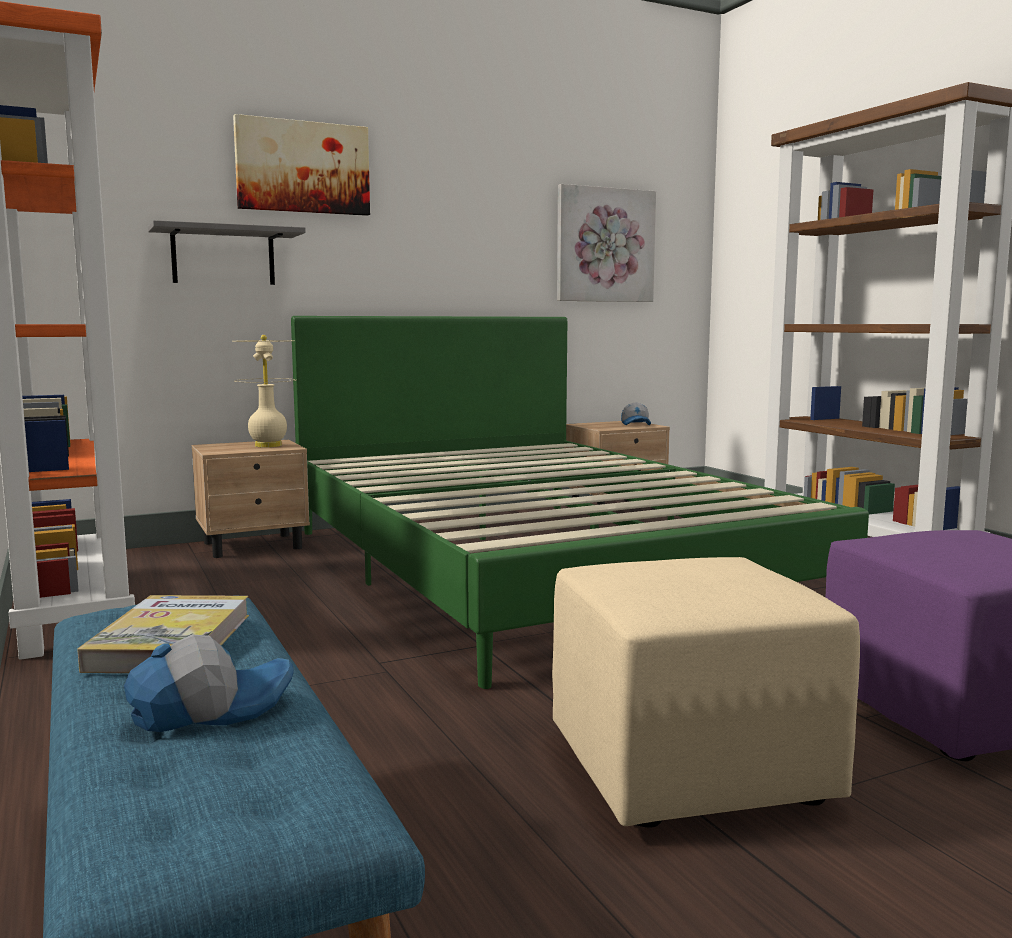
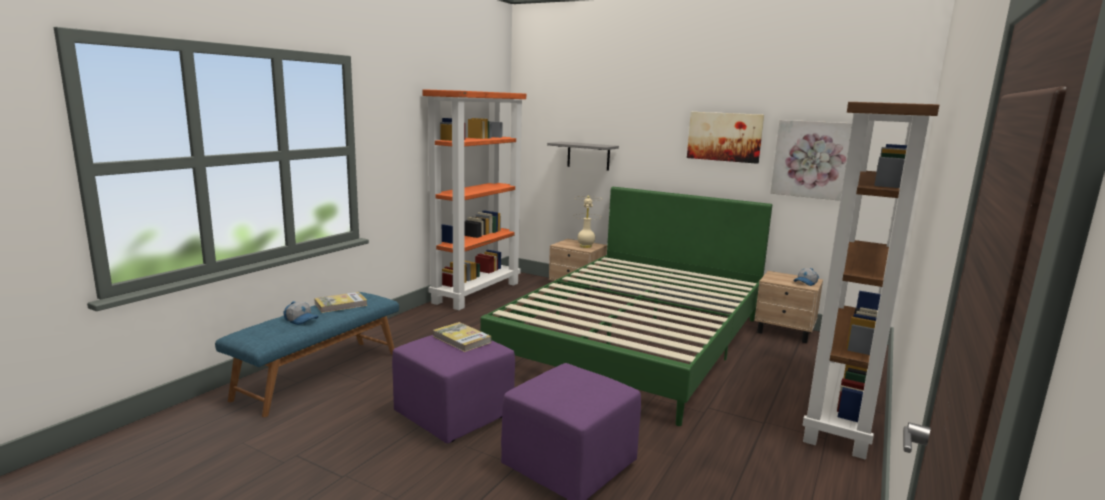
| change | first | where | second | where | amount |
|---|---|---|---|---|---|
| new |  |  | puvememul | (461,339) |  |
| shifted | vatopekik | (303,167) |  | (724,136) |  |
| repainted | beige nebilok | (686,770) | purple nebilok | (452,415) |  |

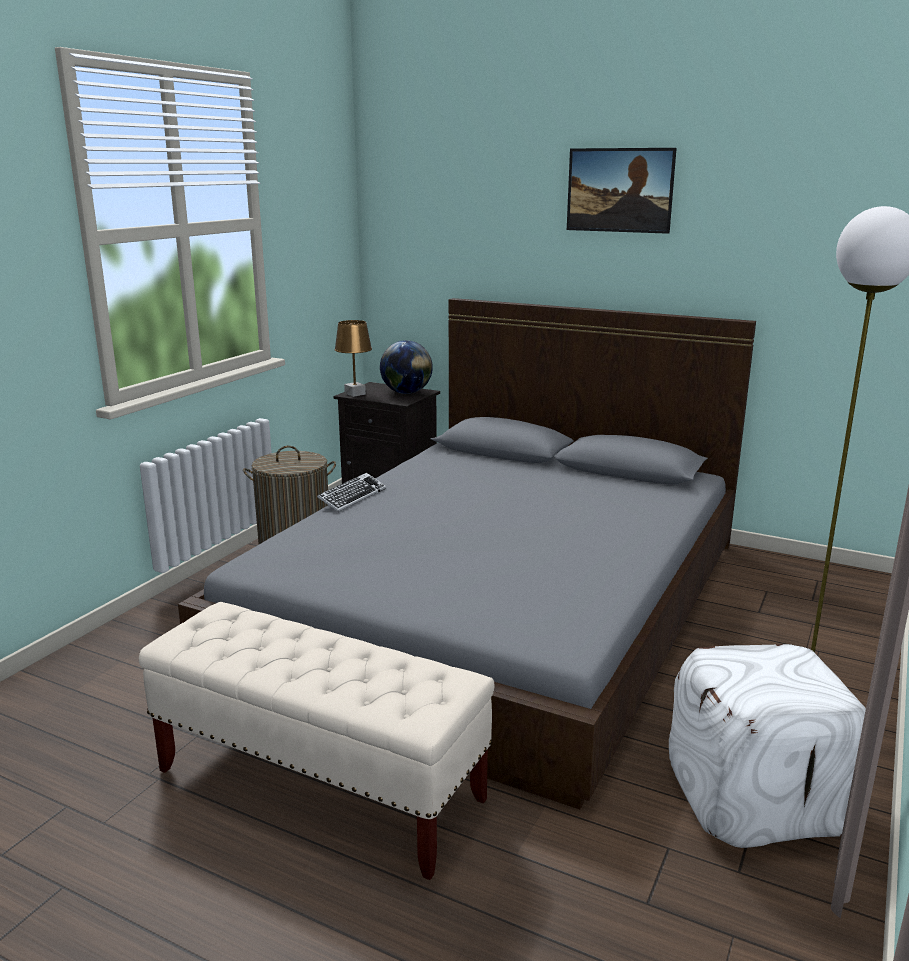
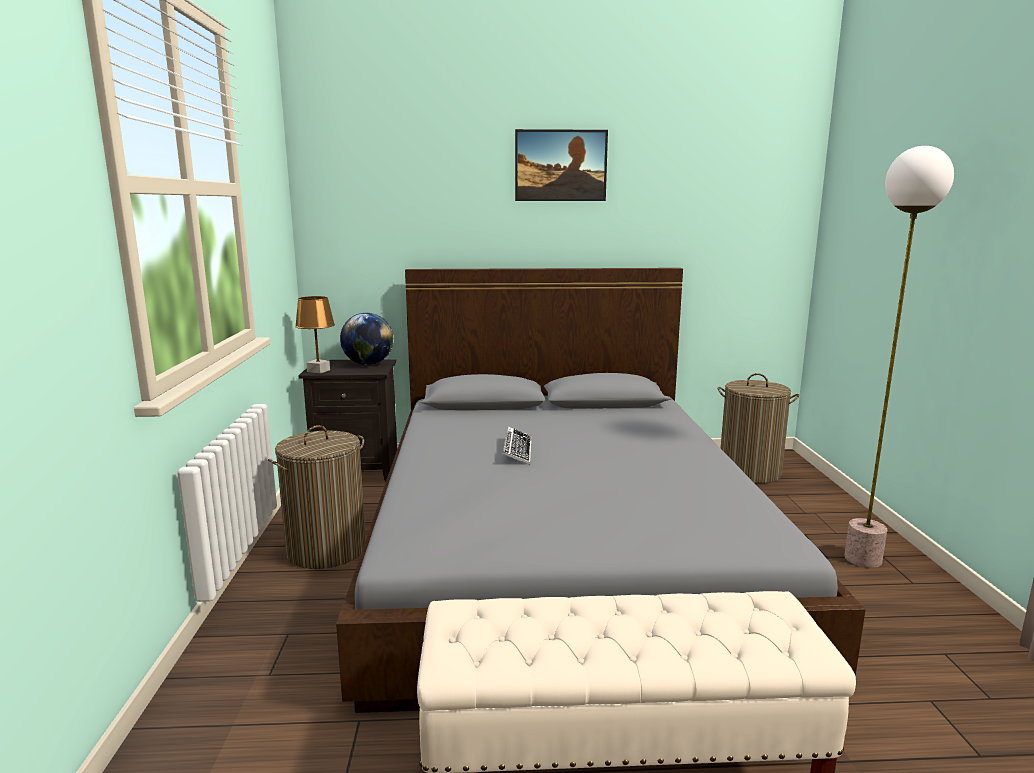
| change | first | where | second | where | amount |
|---|---|---|---|---|---|
| gone | white nebilok | (755,800) |  |  |  |
| new |  |  | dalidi | (750,472) |  |
| shifted | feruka | (352,497) |  | (517,450) |  |

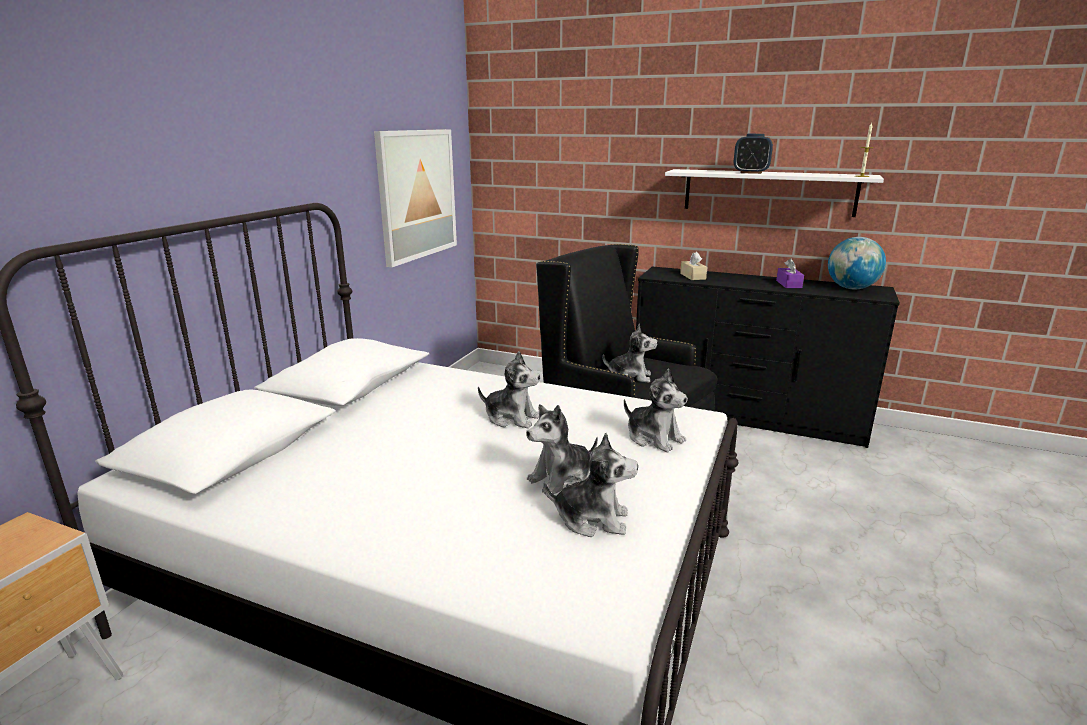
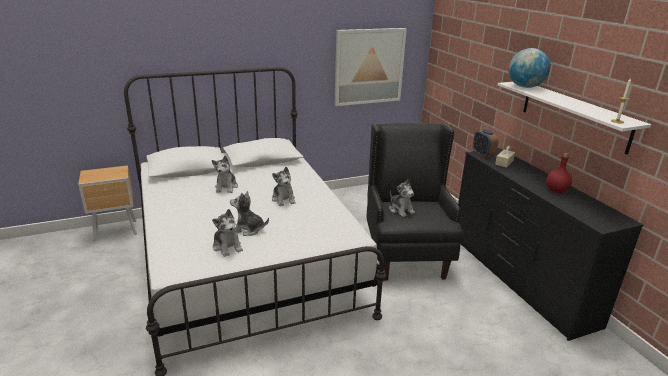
| change | first | where | second | where | amount |
|---|---|---|---|---|---|
| shifted | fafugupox | (654,438) |  | (226,187) |  |
| shifted | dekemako | (751,172) |  | (483,154) |  |
| shifted | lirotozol | (851,288) |  | (525,87) |  |
| swapped | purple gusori | (788,284) | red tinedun | (556,191) |  |

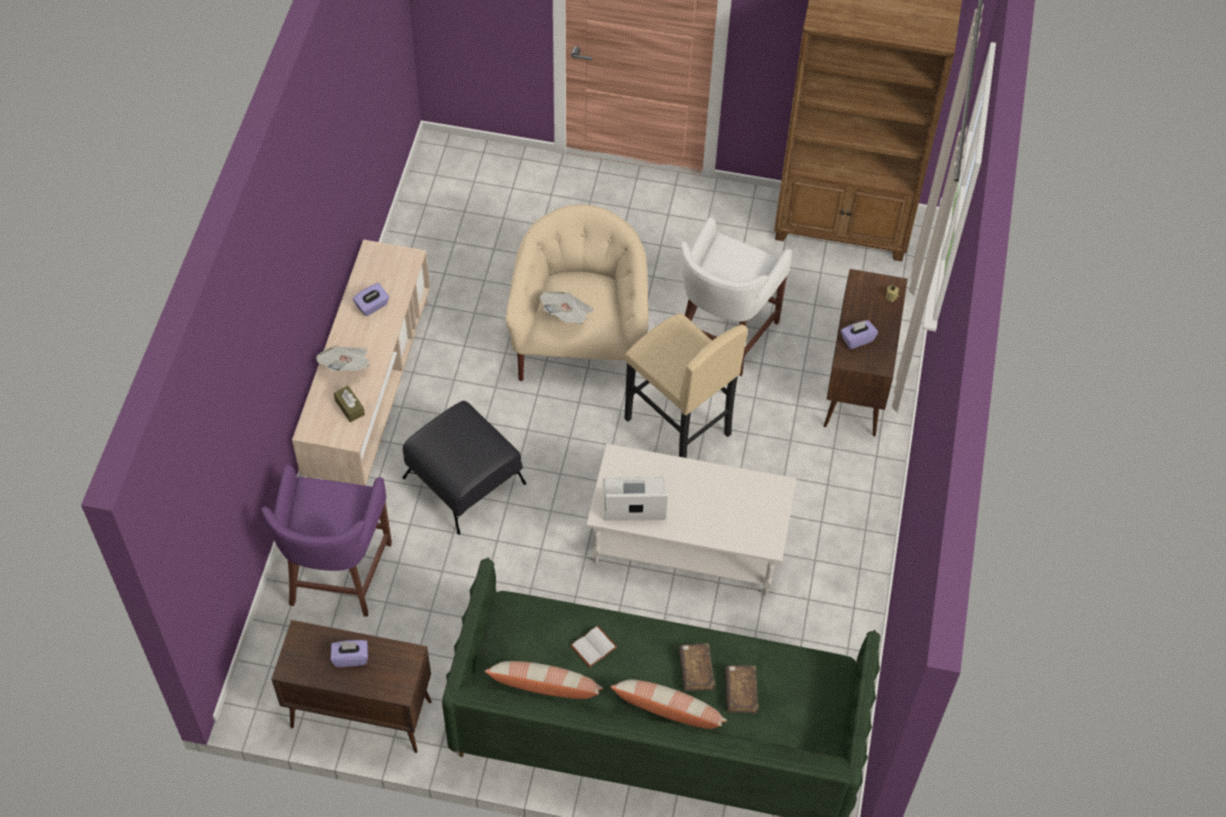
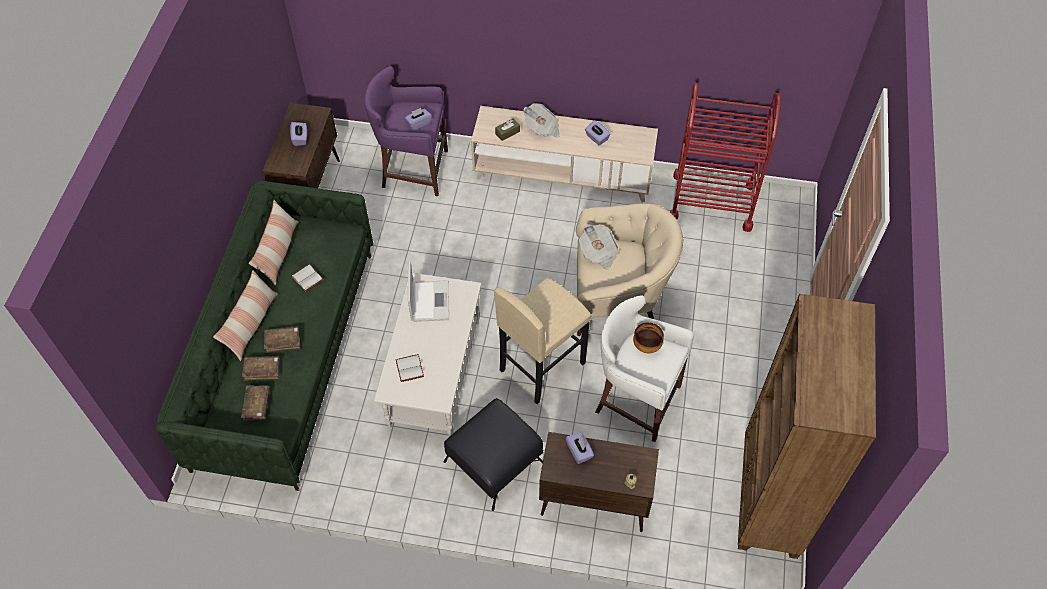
| change | first | where | second | where | amount |
|---|---|---|---|---|---|
| new |  |  | brown puvememul | (257,405) |  |
| new |  |  | white puvememul | (408,368) |  |
| new |  |  | purple gusori | (418,123) |  |
| new |  |  | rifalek | (646,345) |  |
| new |  |  | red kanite | (712,202) |  |
| shifted | black nebilok | (464,479) |  | (495,462) |  |

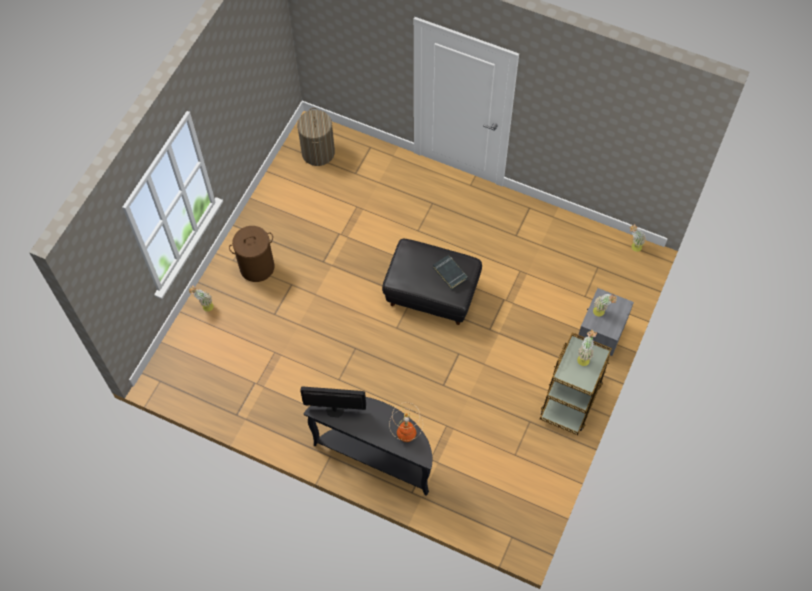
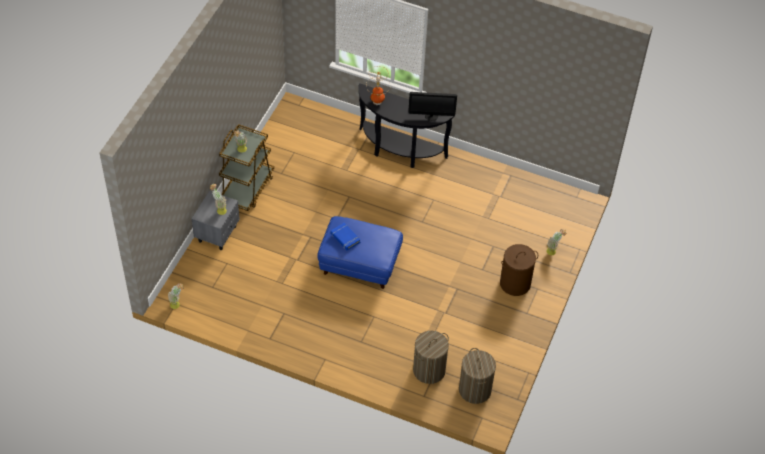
| change | first | where | second | where | amount |
|---|---|---|---|---|---|
| new |  |  | dalidi | (429,370) |  |
| repainted | black nebilok | (432,292) | blue nebilok | (359,264) |  |
| repainted | black puvememul | (450,273) | blue puvememul | (345,238) |  |

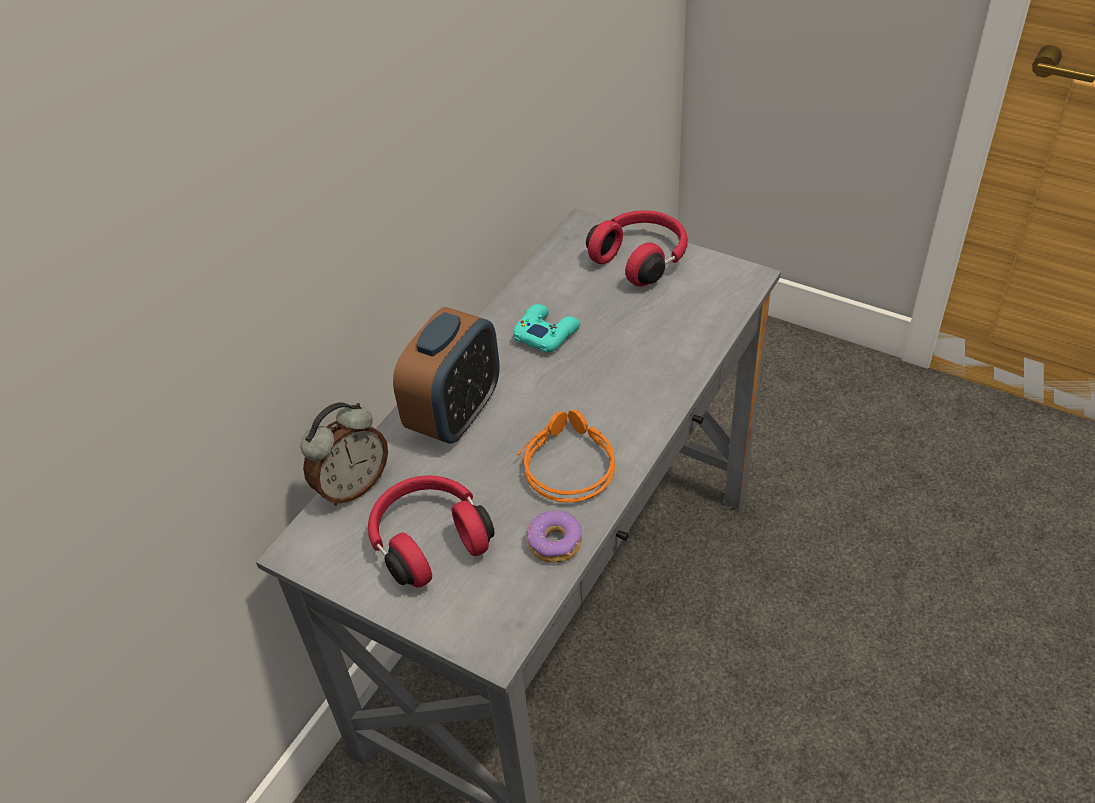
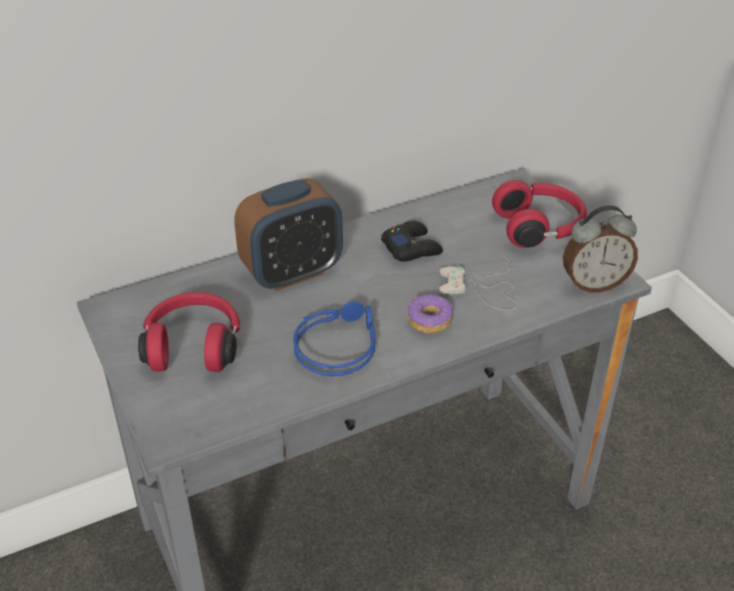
| change | first | where | second | where | amount |
|---|---|---|---|---|---|
| new |  |  | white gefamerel | (482,289) |  |
| shifted | dekemako | (352,486) |  | (593,284) |  |
| shifted | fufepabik | (555,543) |  | (429,320) |  |
| repainted | turquoise gefamerel | (546,333) | black gefamerel | (411,248) |  |
| repainted | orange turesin | (566,463) | blue turesin | (337,344) |  |

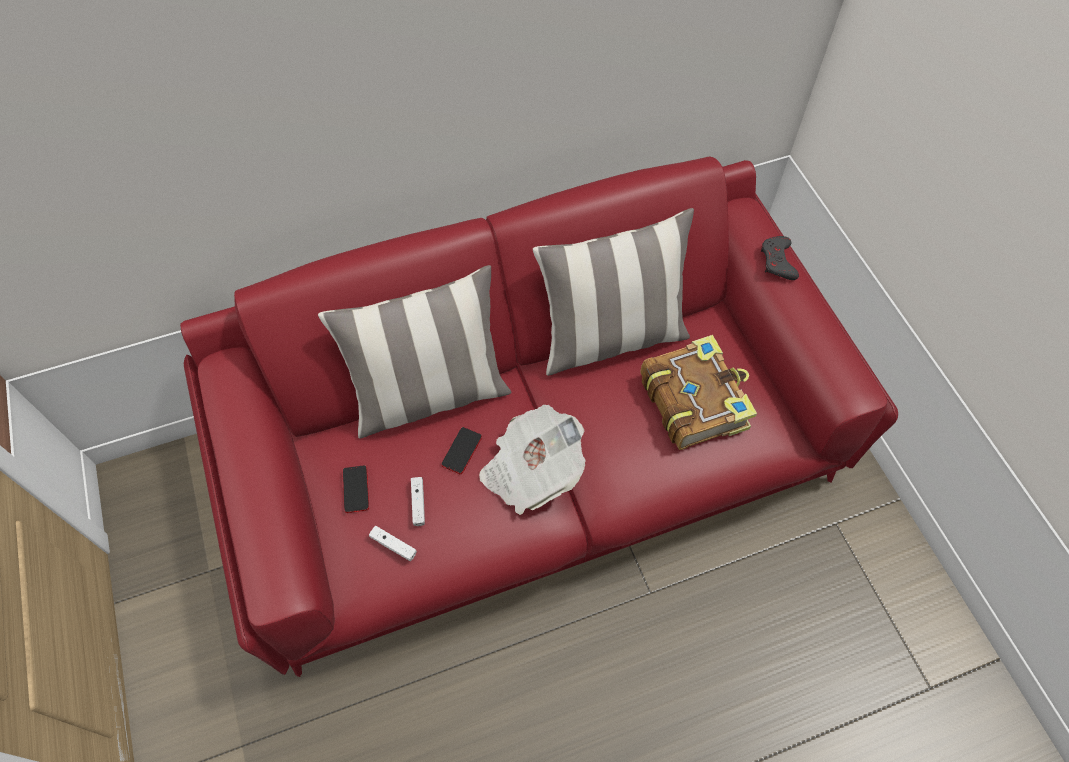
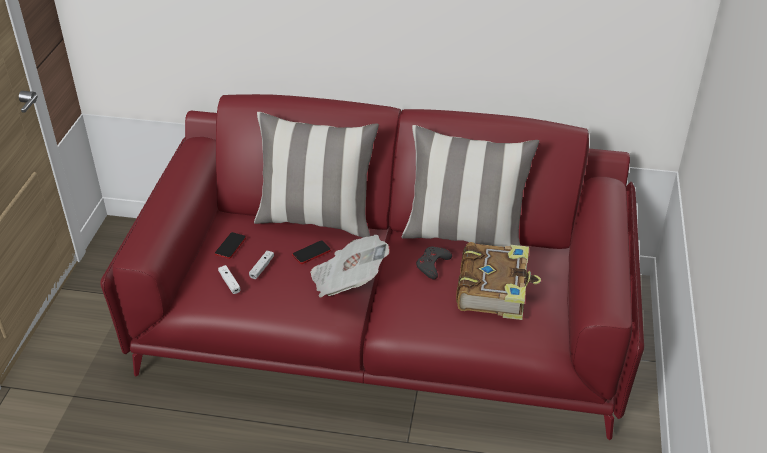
| change | first | where | second | where | amount |
|---|---|---|---|---|---|
| shifted | grey gefamerel | (778,261) |  | (432,265) |  |

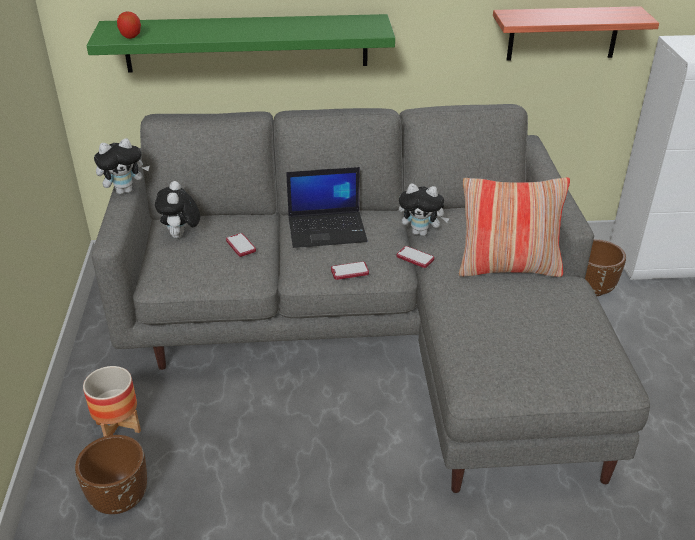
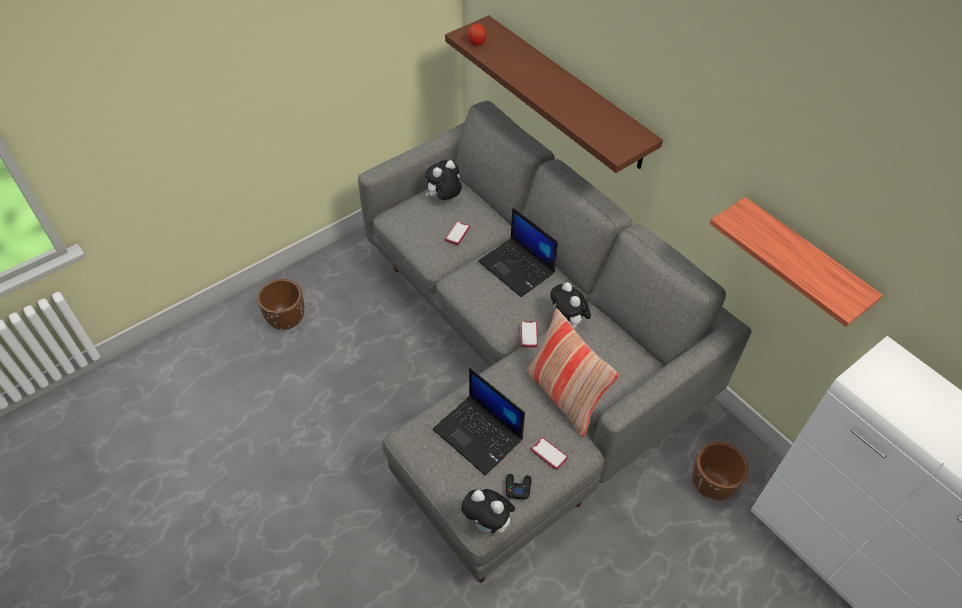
| change | first | where | second | where | amount |
|---|---|---|---|---|---|
| gone | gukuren | (118,427) |  |  |  |
| new |  |  | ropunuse | (479,434) |  |
| new |  |  | black gefamerel | (517,487) |  |
| shifted | fafugupox | (125,190) |  | (489,524) |  |
| shifted | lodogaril | (349,271) |  | (549,454) |  |
| repainted | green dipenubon | (246,43) | brown dipenubon | (567,92) |  |

